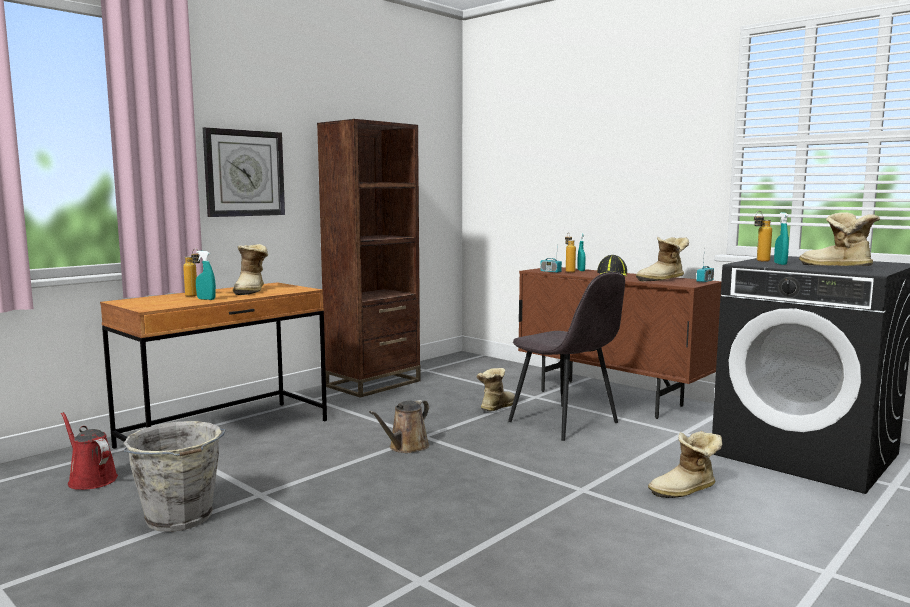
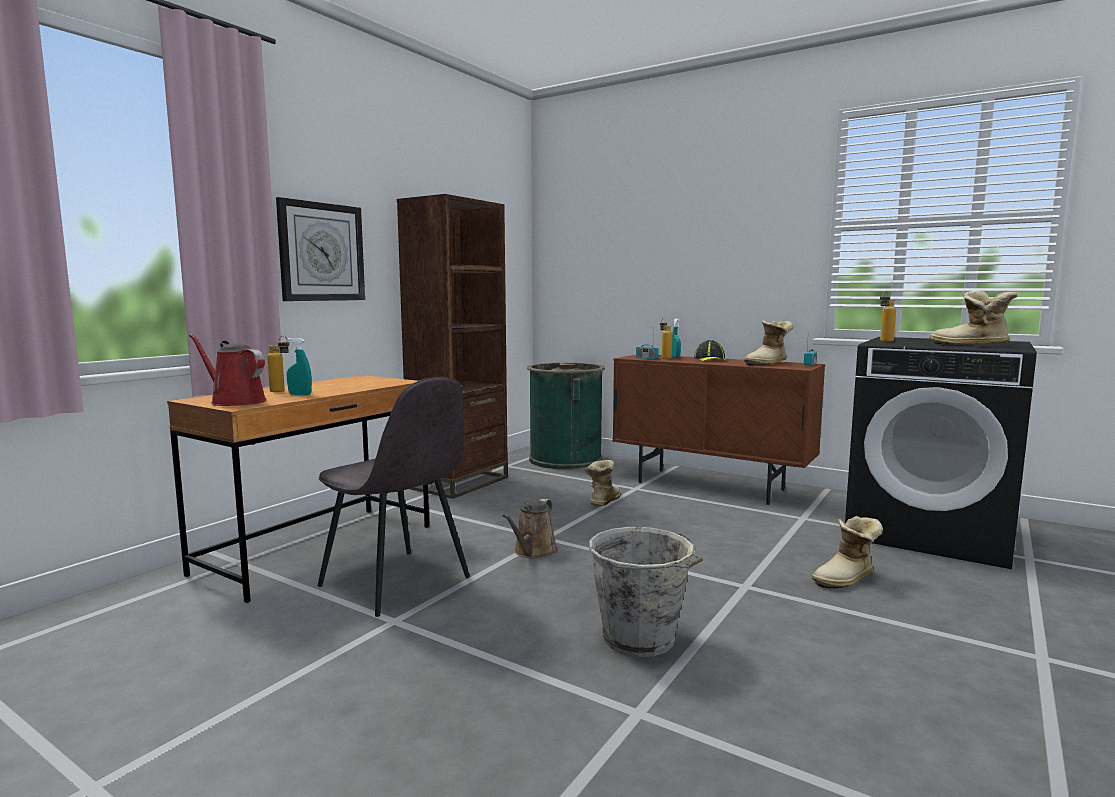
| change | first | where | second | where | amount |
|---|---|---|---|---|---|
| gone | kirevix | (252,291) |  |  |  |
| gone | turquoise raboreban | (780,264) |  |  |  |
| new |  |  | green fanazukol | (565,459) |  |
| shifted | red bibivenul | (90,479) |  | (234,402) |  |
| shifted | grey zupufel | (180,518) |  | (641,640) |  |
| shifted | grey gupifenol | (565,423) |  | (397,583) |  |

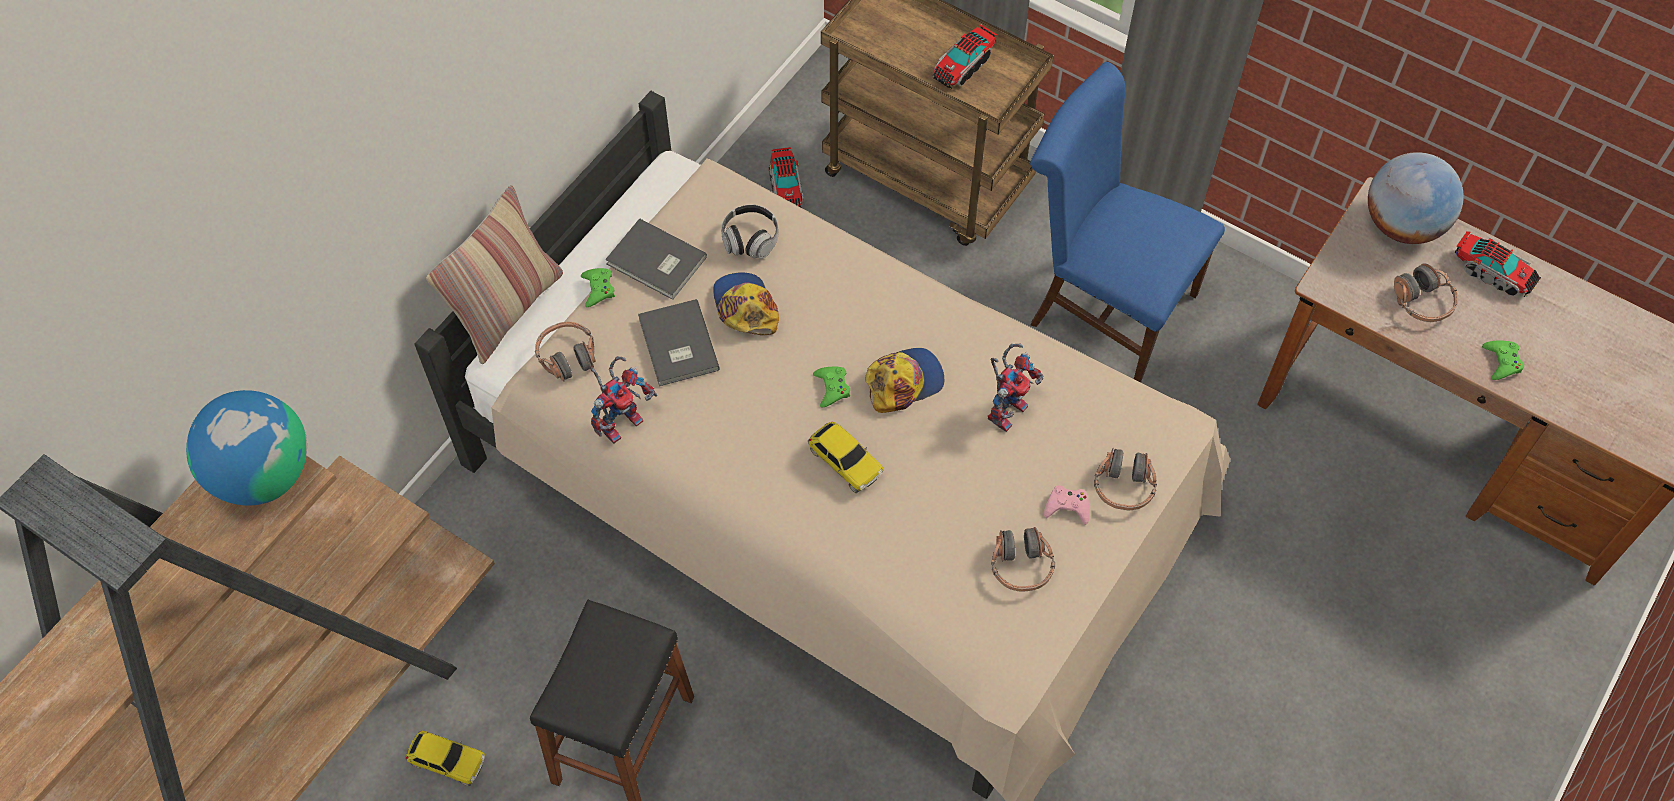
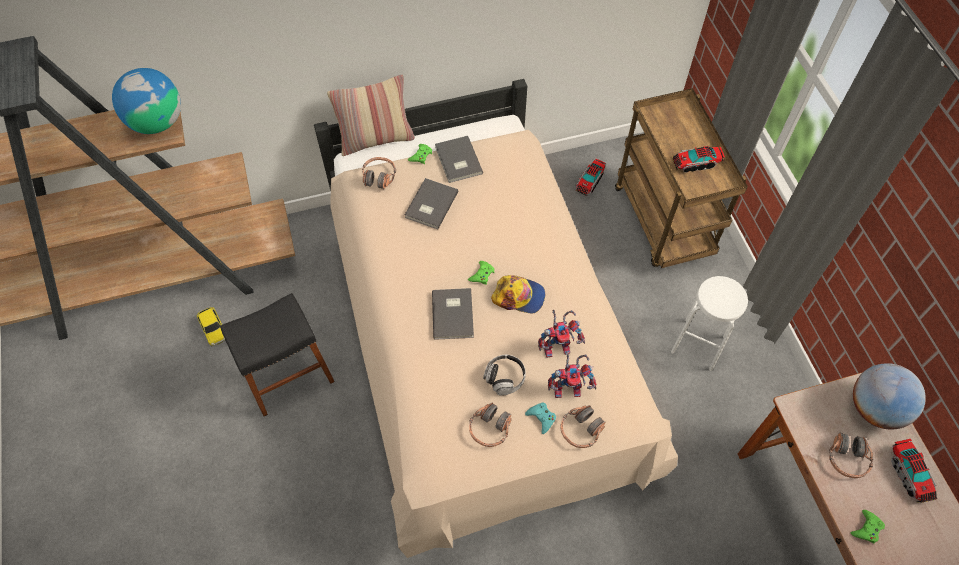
| change | first | where | second | where | amount |
|---|---|---|---|---|---|
| gone | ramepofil | (745,307) |  |  |  |
| shifted | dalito | (622,419) |  | (569,387) |  |
| shifted | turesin | (750,239) |  | (505,378) |  |
| swapped | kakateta | (845,462) | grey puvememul | (454,314) |  |
| swapped | blue gupifenol | (1103,305) | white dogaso | (698,344) |  |
| repainted | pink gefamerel | (1067,507) | turquoise gefamerel | (541,418) |  |

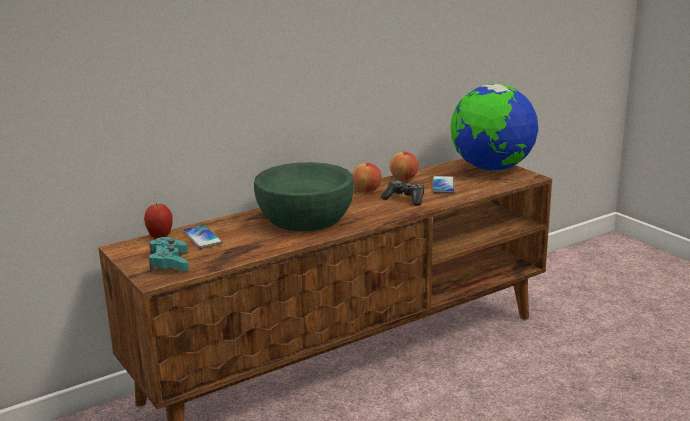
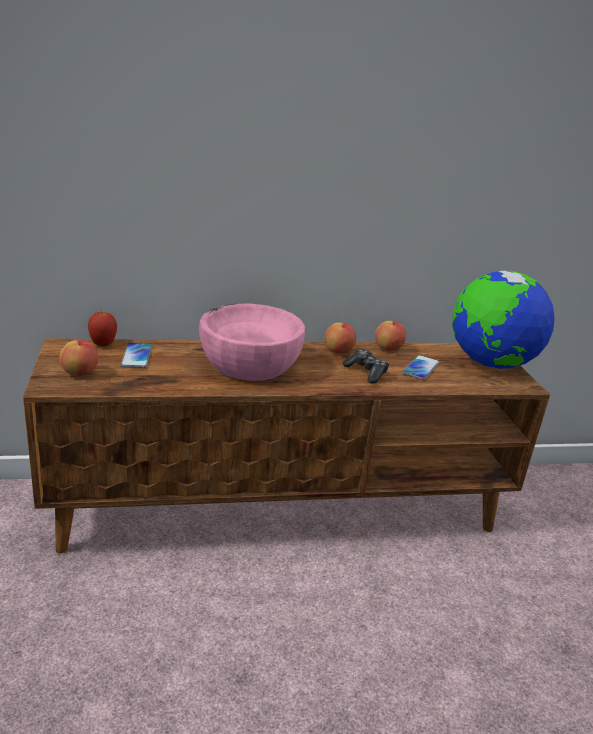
| change | first | where | second | where | amount |
|---|---|---|---|---|---|
| swapped | turquoise gefamerel | (169,262) | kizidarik | (80,373) |  |
| repainted | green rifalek | (305,217) | pink rifalek | (249,363) |  |

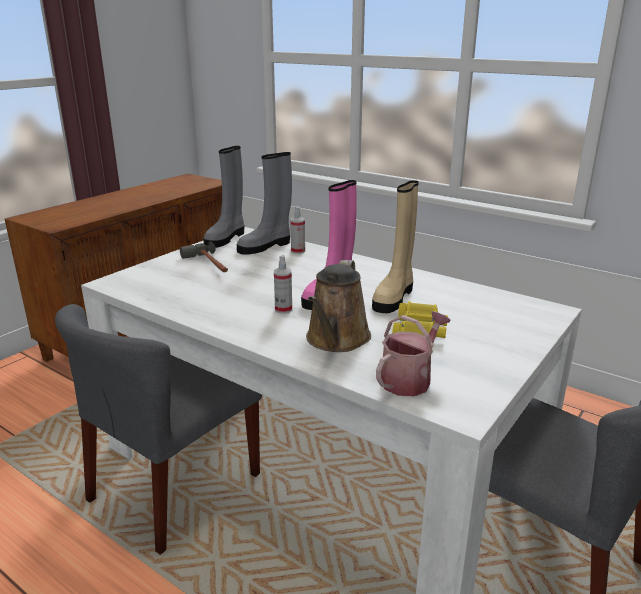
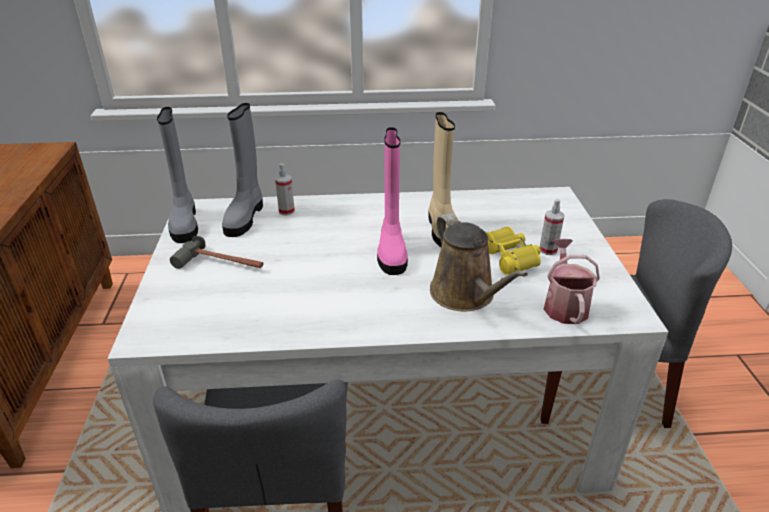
| change | first | where | second | where | amount |
|---|---|---|---|---|---|
| shifted | raboreban | (283,309) |  | (548,250) |  |

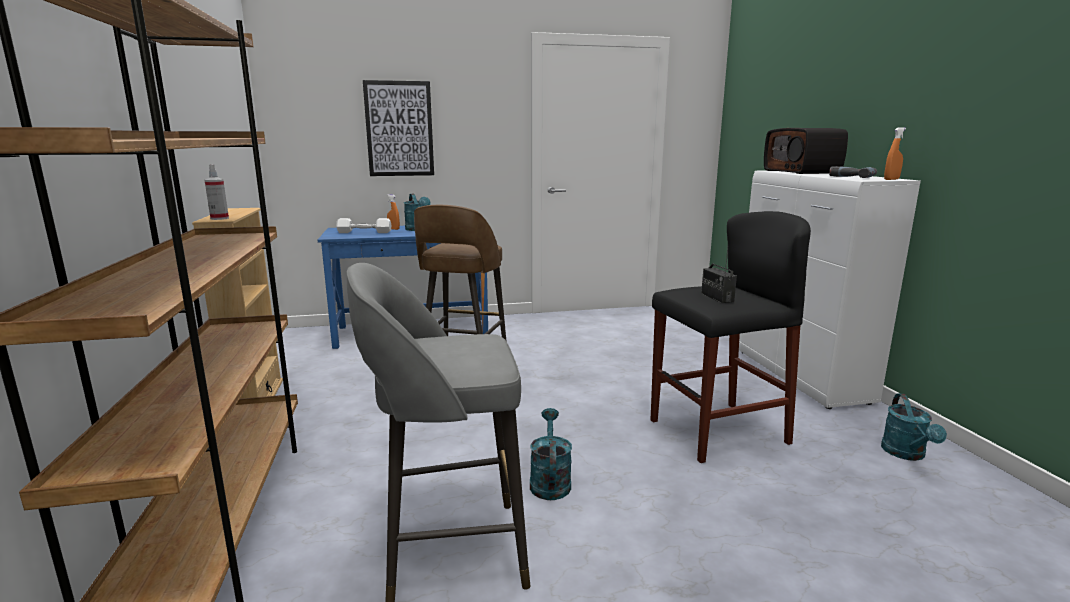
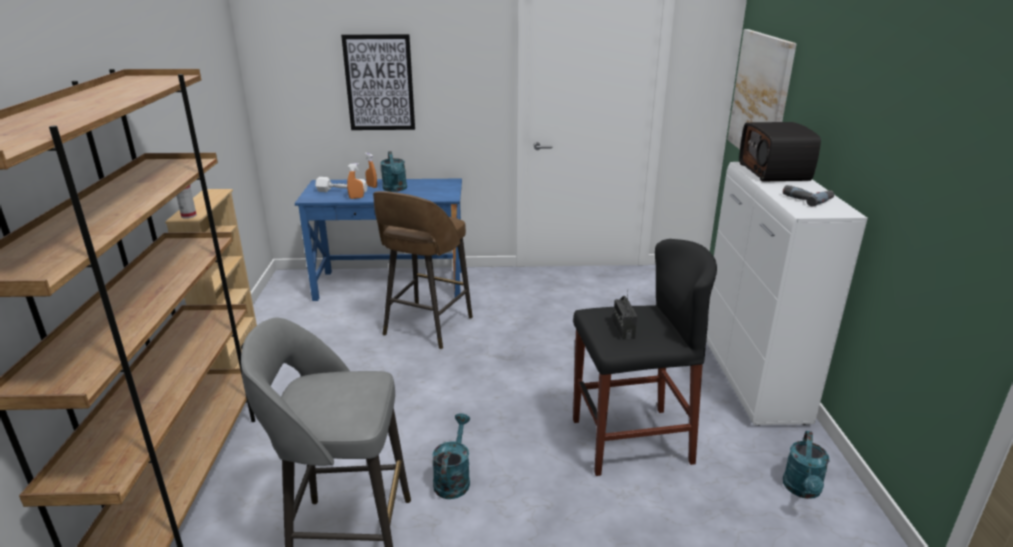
| change | first | where | second | where | amount |
|---|---|---|---|---|---|
| new |  |  | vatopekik | (760,97) |  |
| shifted | orange raboreban | (891,179) |  | (356,198) |  |

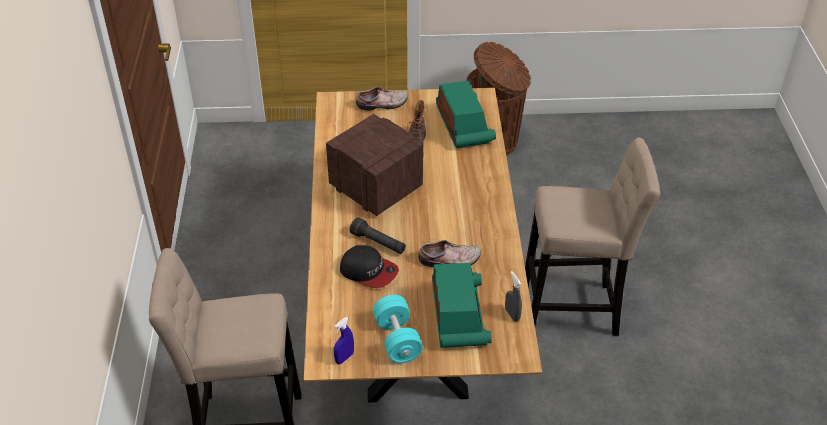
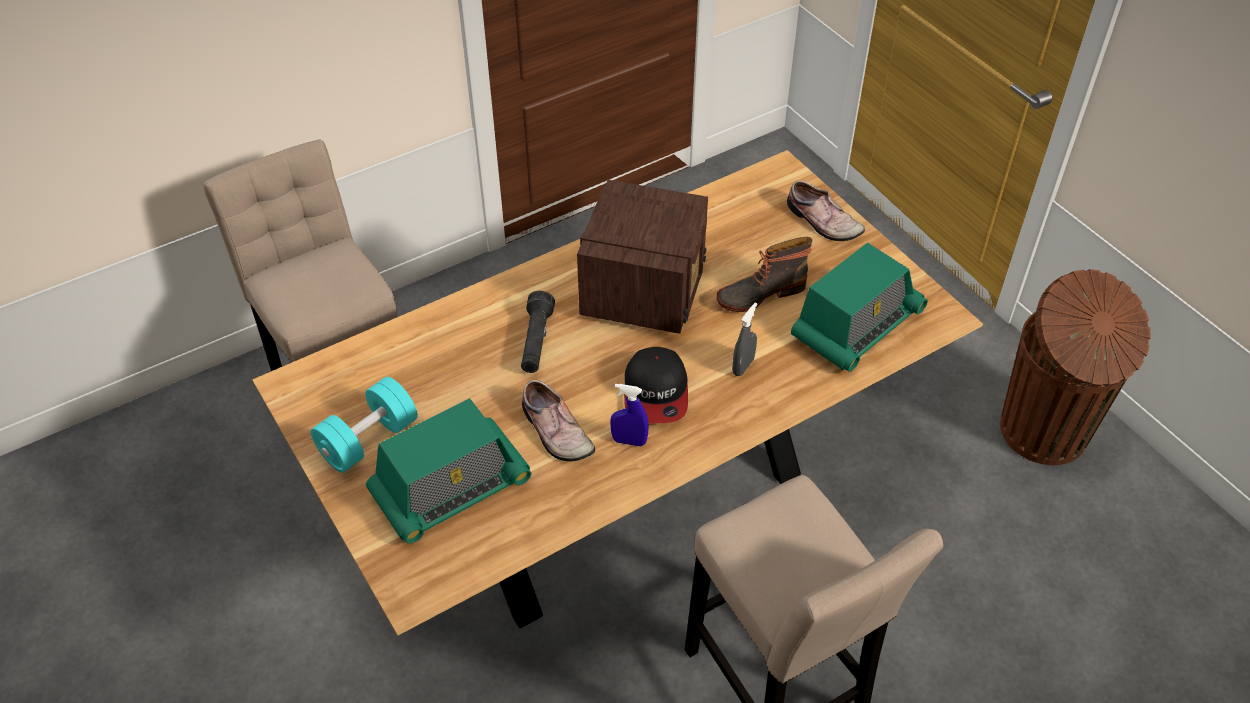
| change | first | where | second | where | amount |
|---|---|---|---|---|---|
| shifted | blue raboreban | (344,358) |  | (629,441) |  |
| shifted | ramepofil | (369,271) |  | (656,393) |  |
| shifted | grey raboreban | (512,315) |  | (743,366) |  |

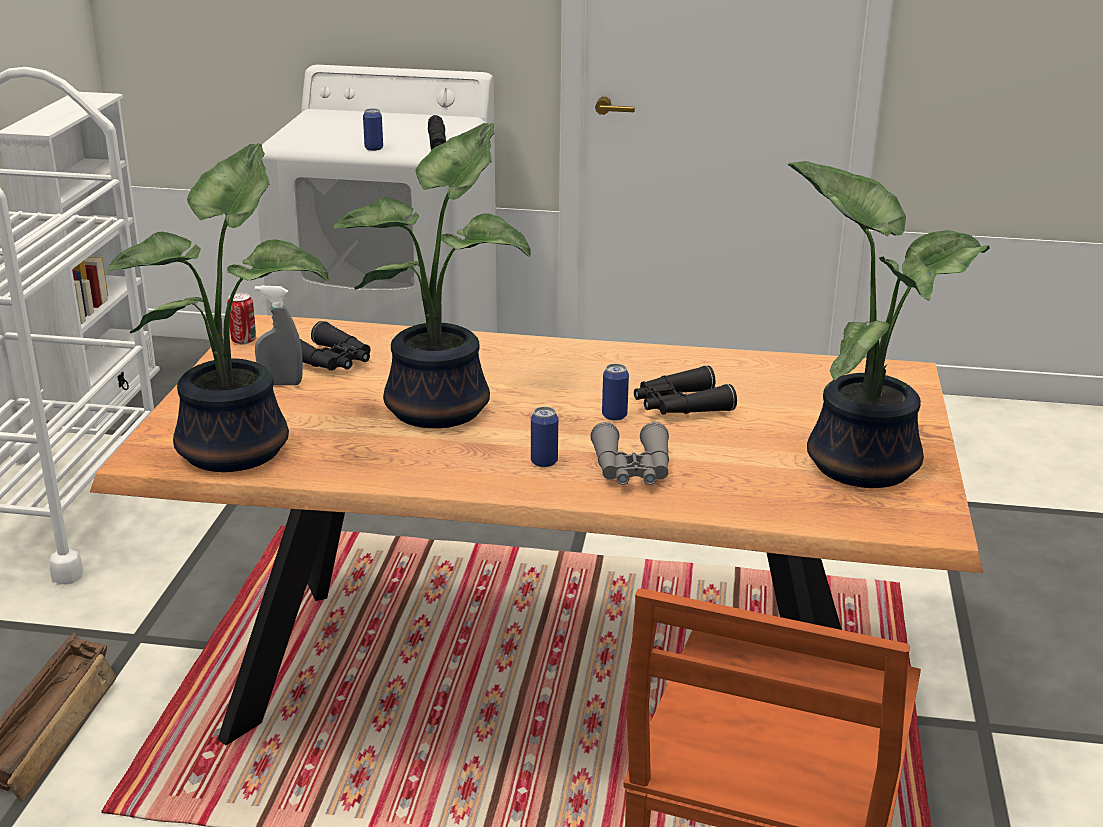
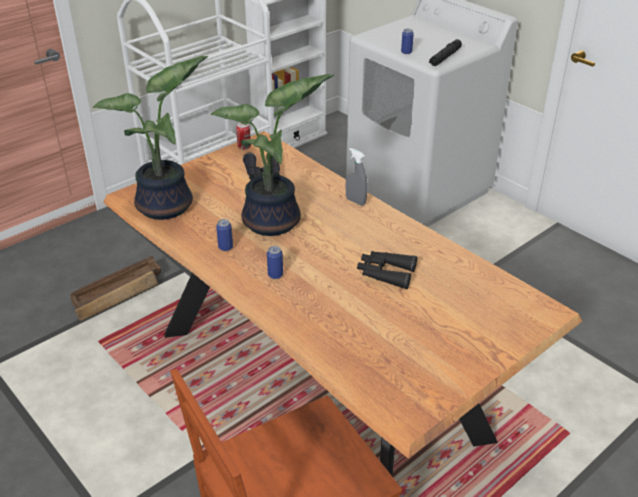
| change | first | where | second | where | amount |
|---|---|---|---|---|---|
| gone | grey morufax | (632,469) |  |  |  |
| gone | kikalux | (862,461) |  |  |  |
| shifted | grey raboreban | (281,383) |  | (355,201) |  |
| shifted | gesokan | (614,416) |  | (225,247) |  |

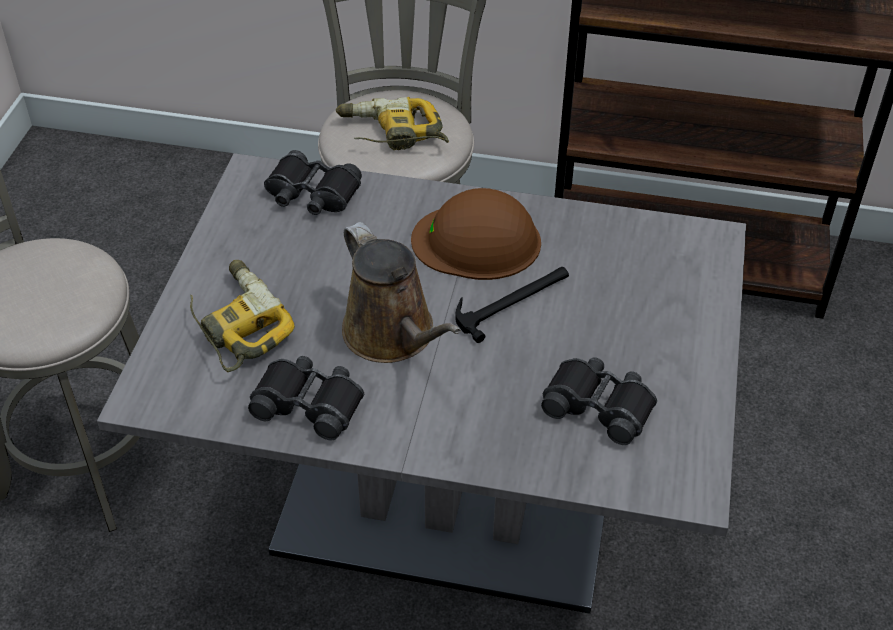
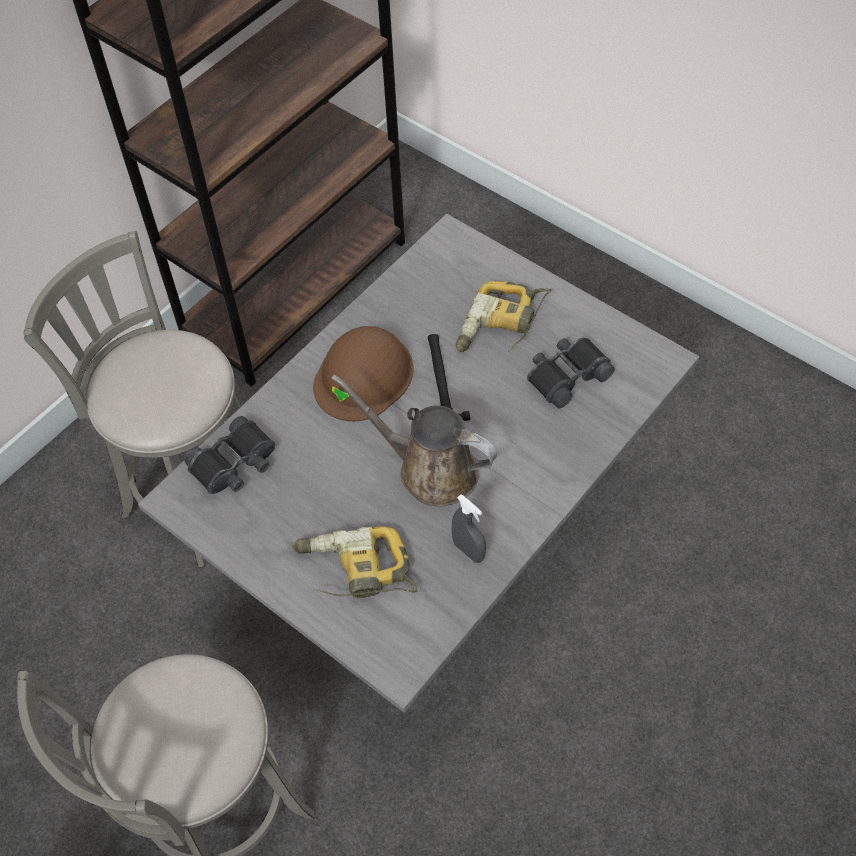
| change | first | where | second | where | amount |
|---|---|---|---|---|---|
| shifted | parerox | (391,134) |  | (501,326) |  |
| swapped | black morufax | (309,403) | grey raboreban | (468,550) |  |
| rotated | brown bibivenul | (393,335) |  | (430,469) | 150 degrees counterclockwise |

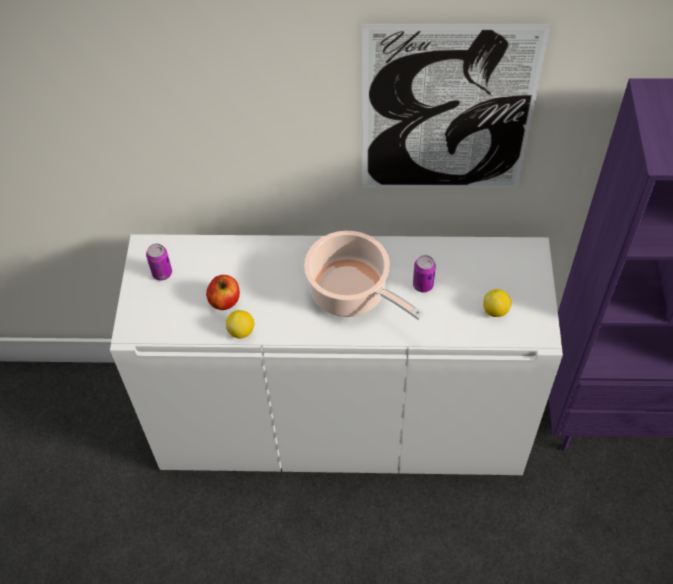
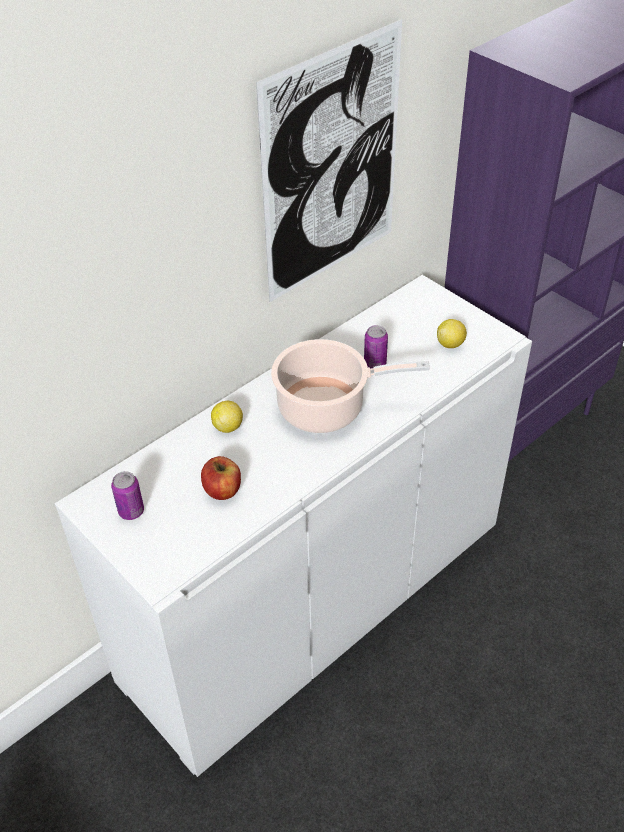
| change | first | where | second | where | amount |
|---|---|---|---|---|---|
| shifted | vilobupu | (241,331) |  | (228,427) |  |

